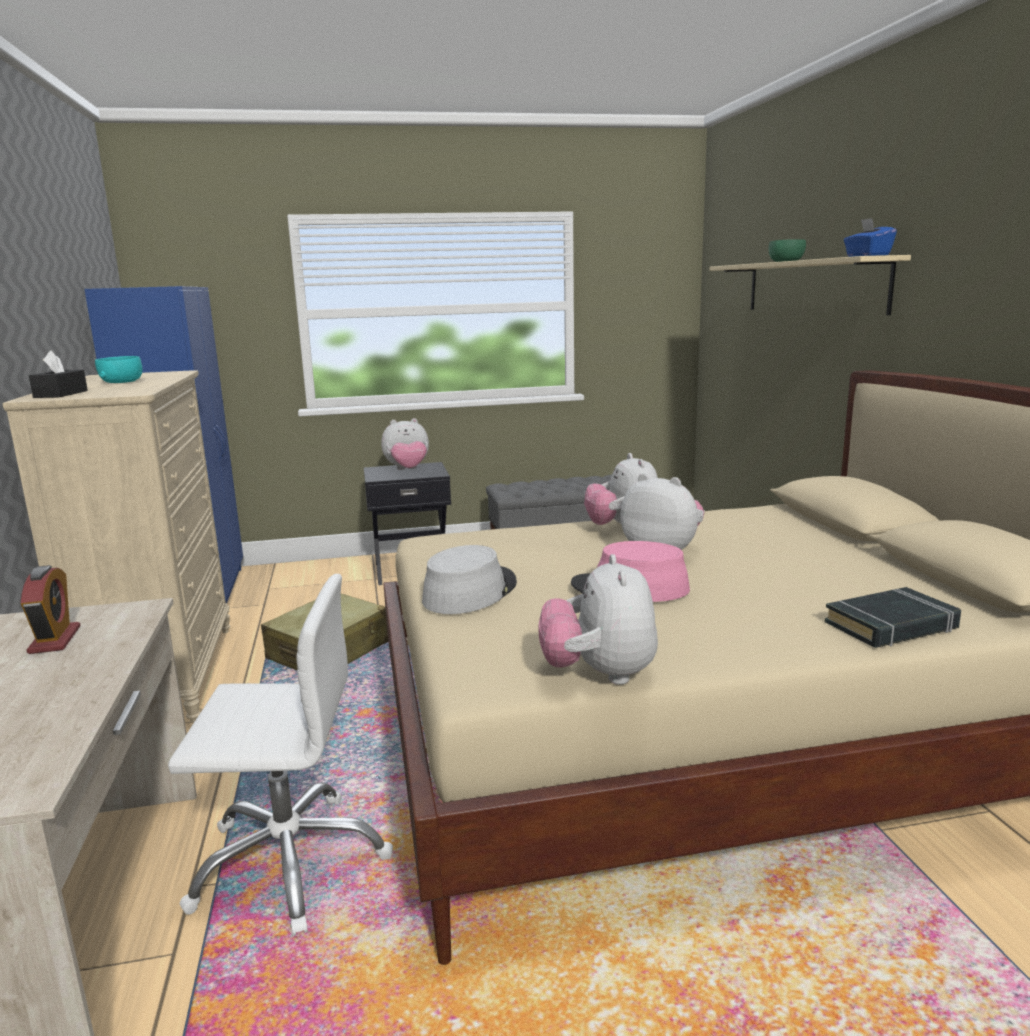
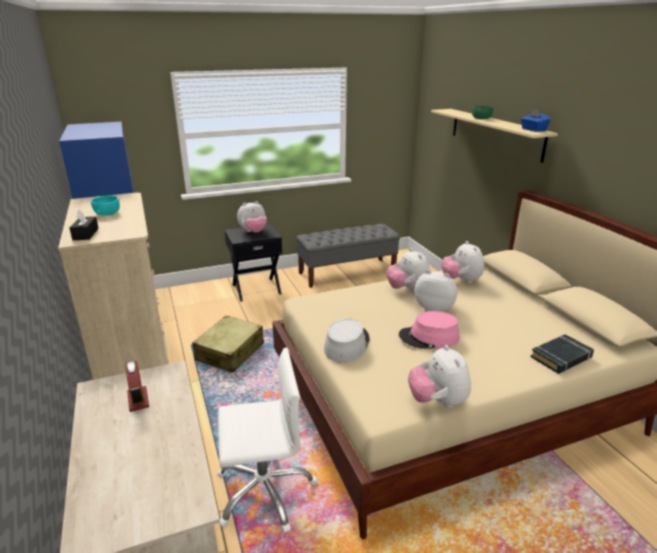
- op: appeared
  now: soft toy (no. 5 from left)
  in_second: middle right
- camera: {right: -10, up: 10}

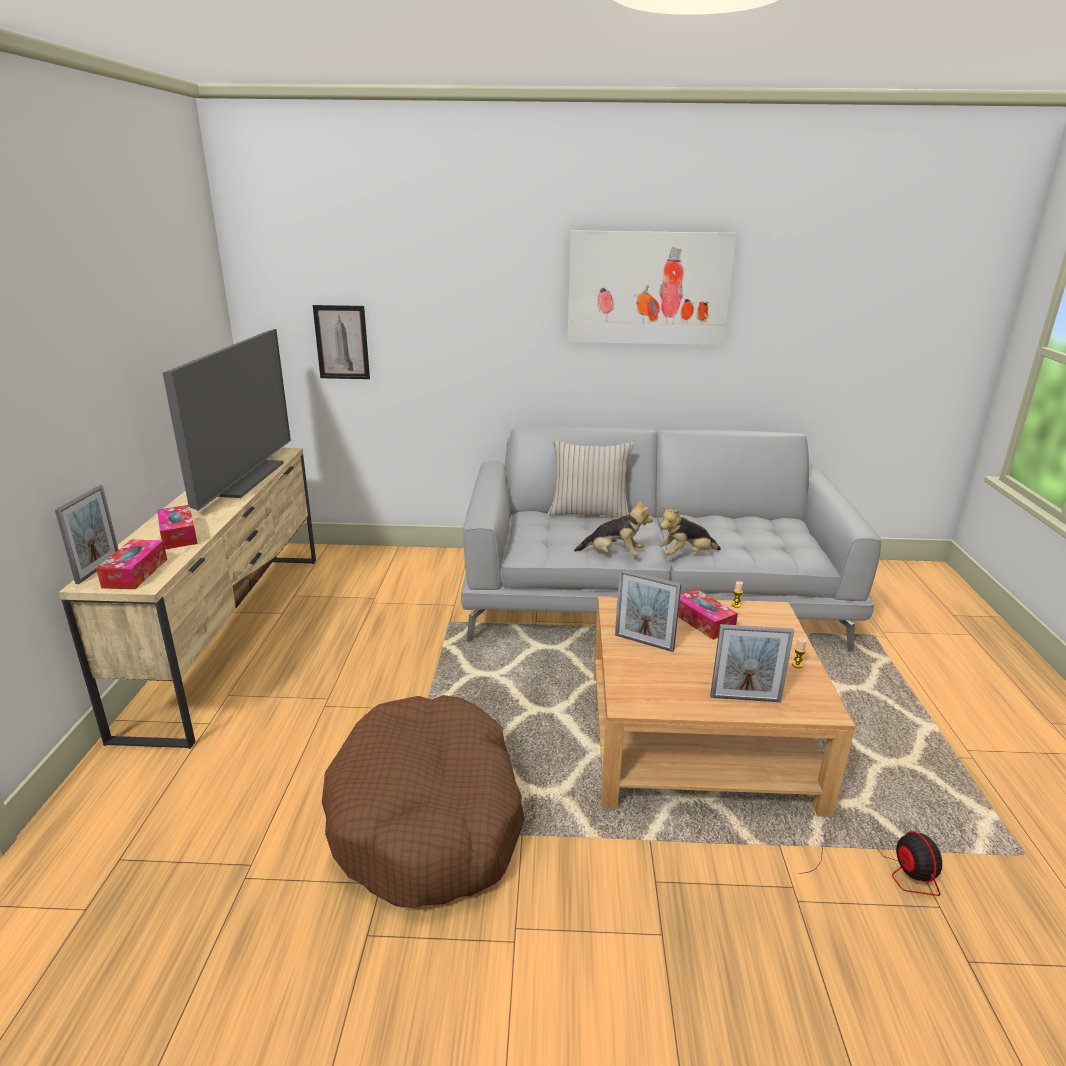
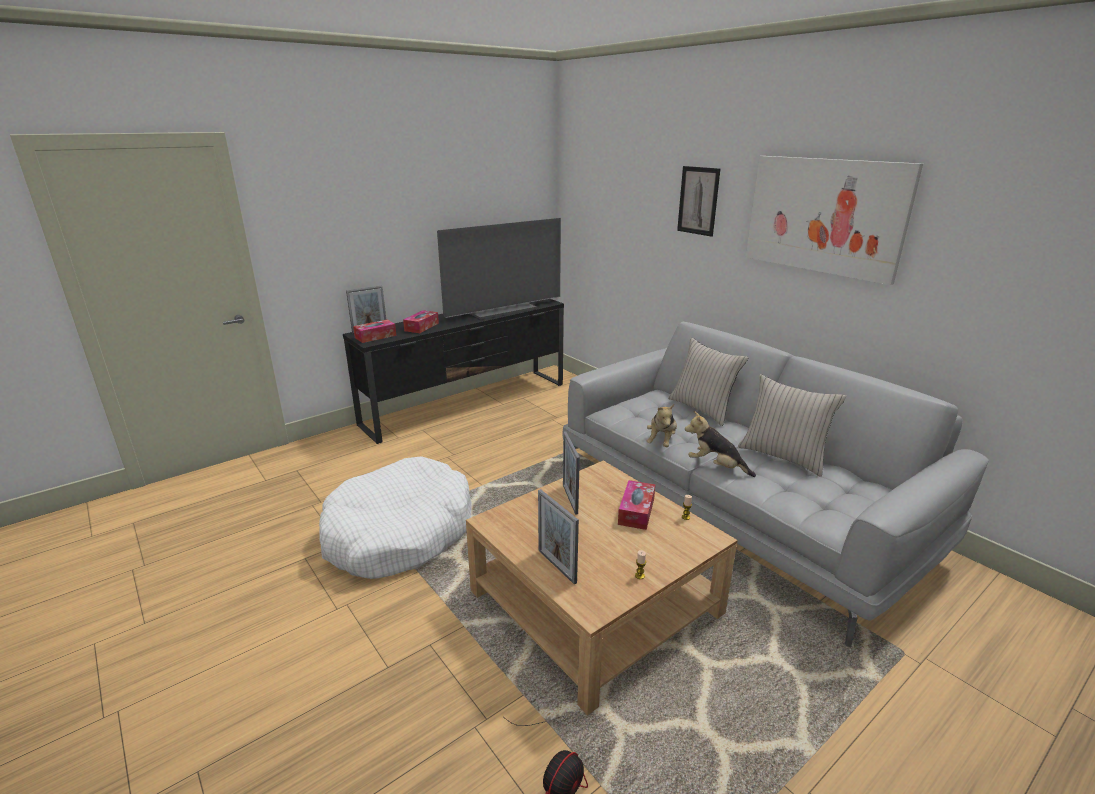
- op: appeared
  now: throw pillow/sand-coloured (no. 2 from left)
  in_second: middle right
- op: relocated
  was: picture (no. 1 from left)
  in_first: top left
  in_second: top centre
- op: colour
  was: tv stand/sand-coloured
  now: tv stand/black-coloured
  in_first: middle left
  in_second: centre
- op: colour
  was: pet bed/brownish
  now: pet bed/white
  in_first: bottom centre
  in_second: centre
- op: spun
  was: soft toy (no. 1 from left)
  in_first: centre
  in_second: centre
  clockwise: 45
- camera: {right: 50, up: 0}

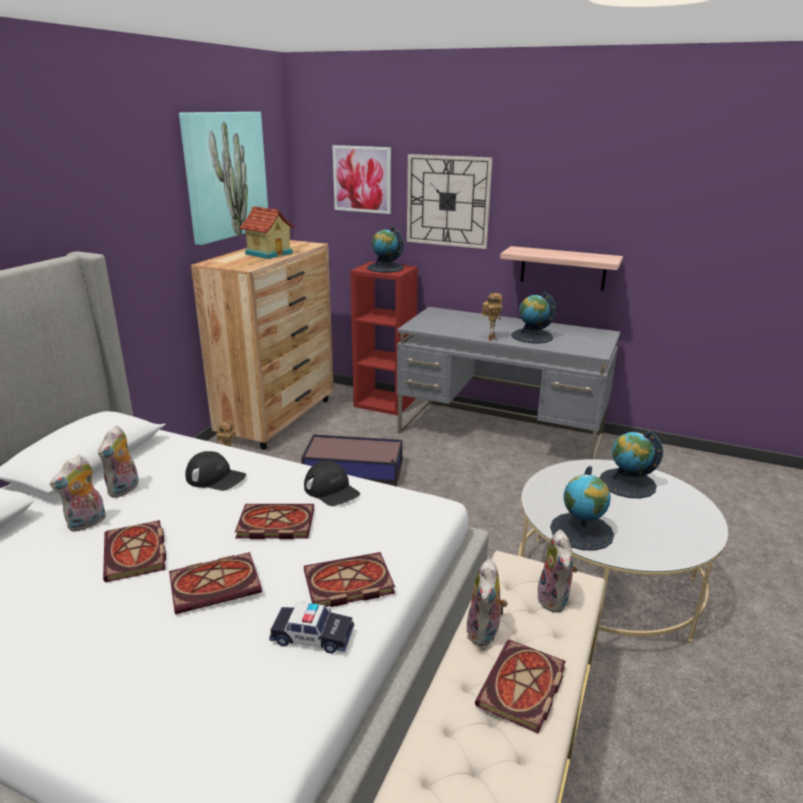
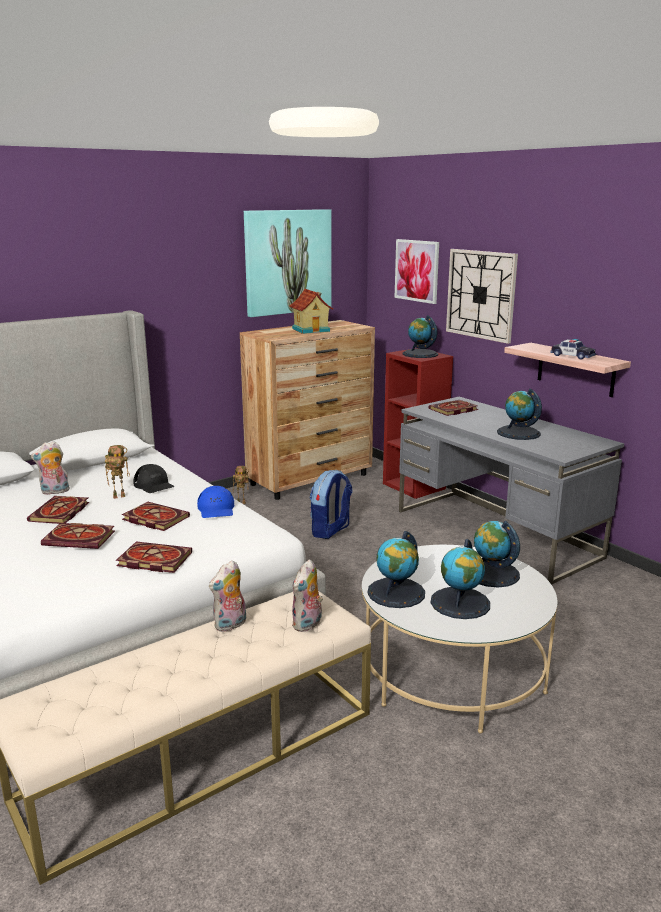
- op: missing
  was: soft toy (no. 2 from left)
  in_first: middle left
- op: appeared
  now: world globe (no. 3 from left)
  in_second: middle right
- op: relocated
  was: miniature car
  in_first: bottom centre
  in_second: middle right
- op: relocated
  was: bound book (no. 5 from left)
  in_first: bottom centre
  in_second: middle right
- op: relocated
  was: robot figure (no. 2 from left in the first image)
  now: robot figure (no. 1 from left)
  in_first: centre
  in_second: middle left
- op: exchanged
  was: storage bin
  now: backpack
  in_first: centre
  in_second: centre
- op: colour
  was: peaked cap/black-coloured (no. 2 from left)
  now: peaked cap/blue
  in_first: centre
  in_second: middle left
- camera: {right: 30, up: -5}

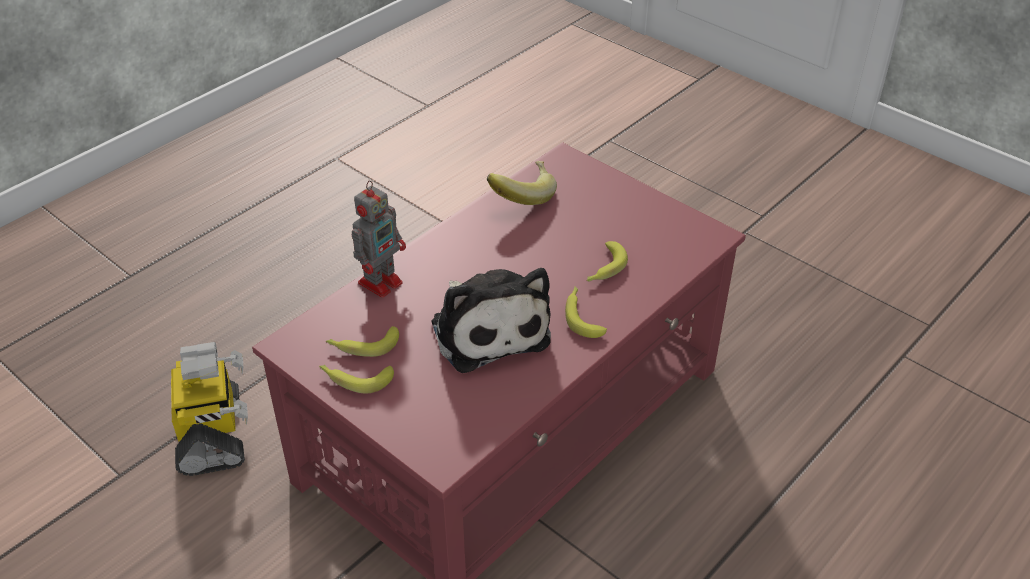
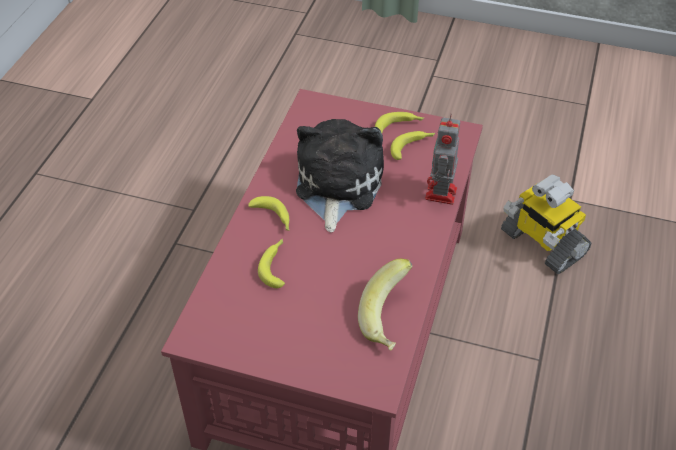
- op: spun
  was: soft toy
  in_first: centre
  in_second: centre
  clockwise: 60
- camera: {right: 155, up: 5}

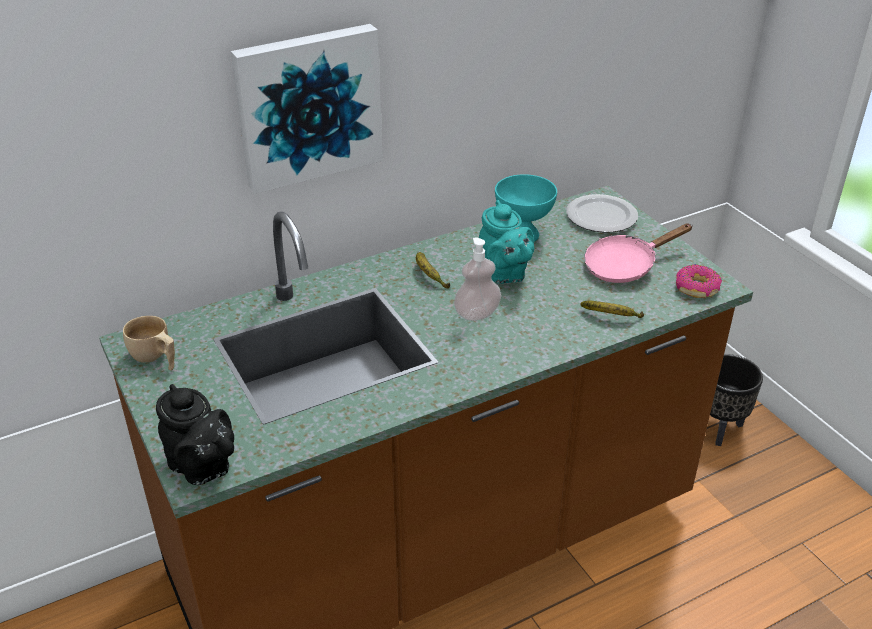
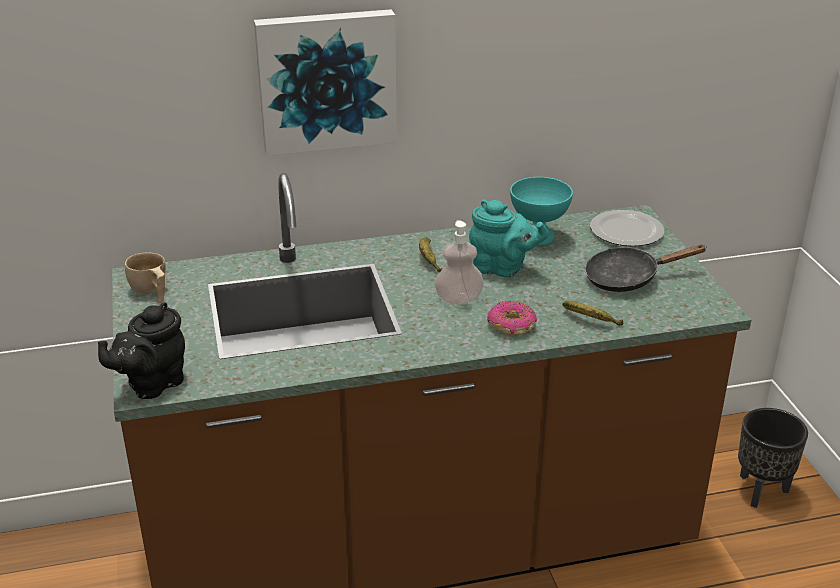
- op: relocated
  was: ring doughnut
  in_first: middle right
  in_second: centre
- op: colour
  was: skillet/pink-coloured
  now: skillet/black-coloured
  in_first: middle right
  in_second: middle right
- op: spun
  was: teapot/black-coloured
  in_first: bottom left
  in_second: middle left
  clockwise: 75
- op: spun
  was: teapot/turquoise-coloured
  in_first: centre
  in_second: centre
  clockwise: -60
- camera: {right: 15, up: -5}

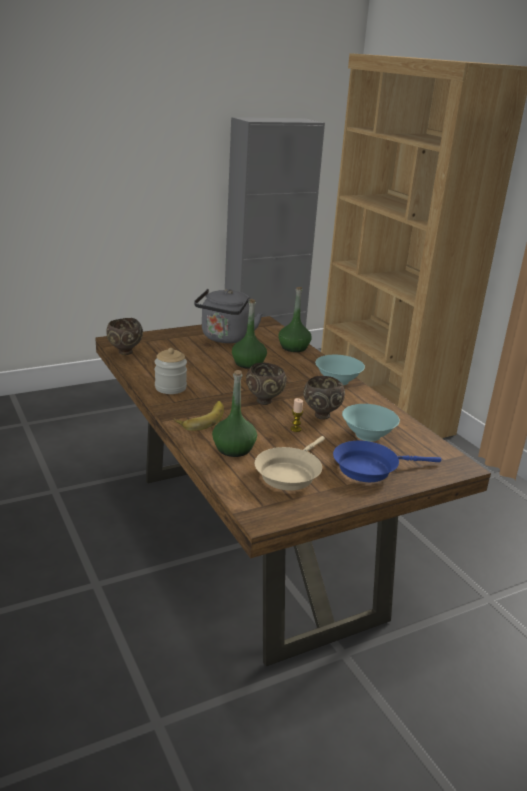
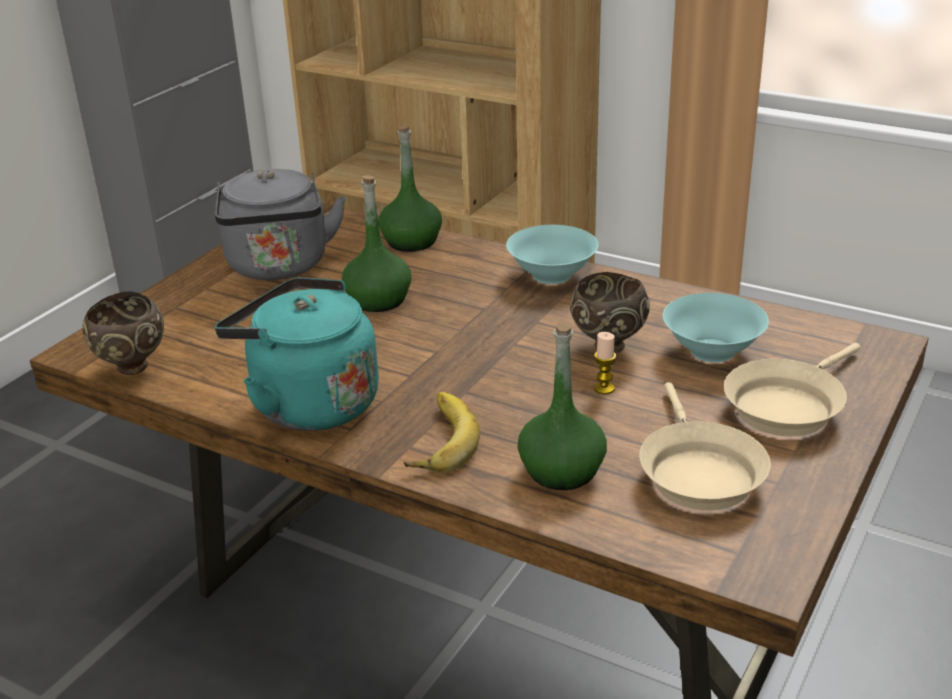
- op: missing
  was: deep dish/brownish (no. 2 from left)
  in_first: centre
- op: exchanged
  was: preserve jar
  now: kettle/turquoise-coloured
  in_first: middle left
  in_second: middle left
- op: colour
  was: skillet/blue
  now: skillet/sand-coloured (no. 2 from left)
  in_first: middle right
  in_second: middle right
- camera: {right: -30, up: 5}

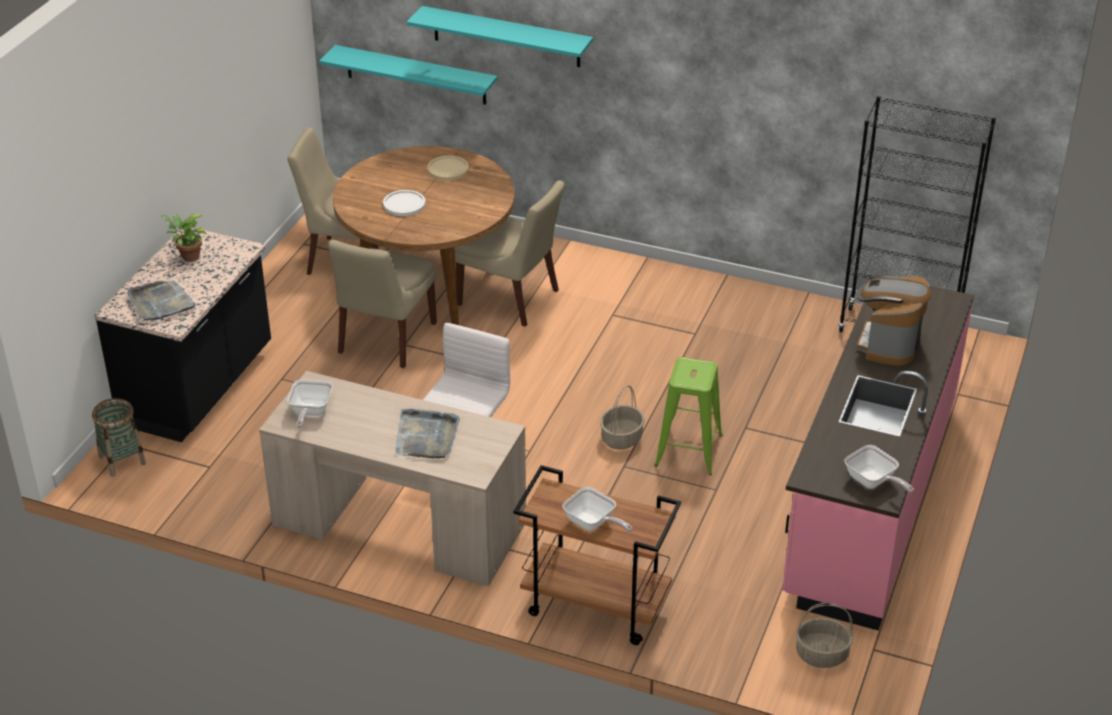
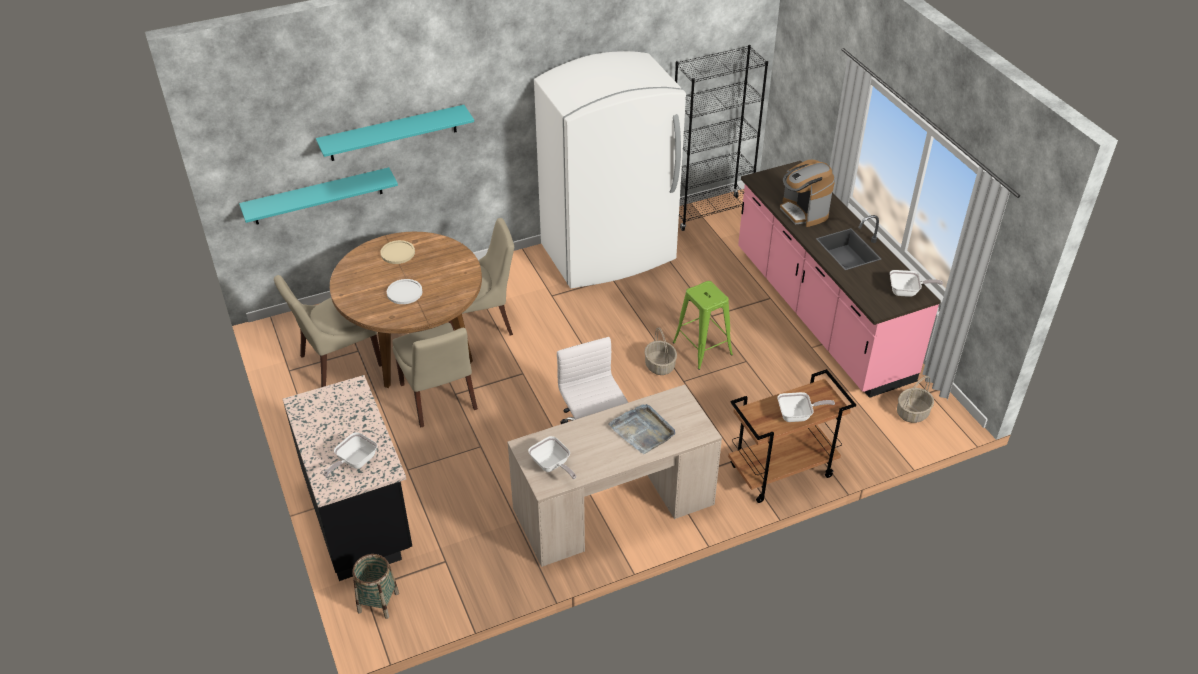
- op: missing
  was: plant in a pot
  in_first: top left
- op: appeared
  now: refrigerator/white
  in_second: top centre
- op: exchanged
  was: serving tray/greyish (no. 1 from left)
  now: skillet (no. 1 from left)
  in_first: middle left
  in_second: bottom left
- camera: {right: -45, up: 5}

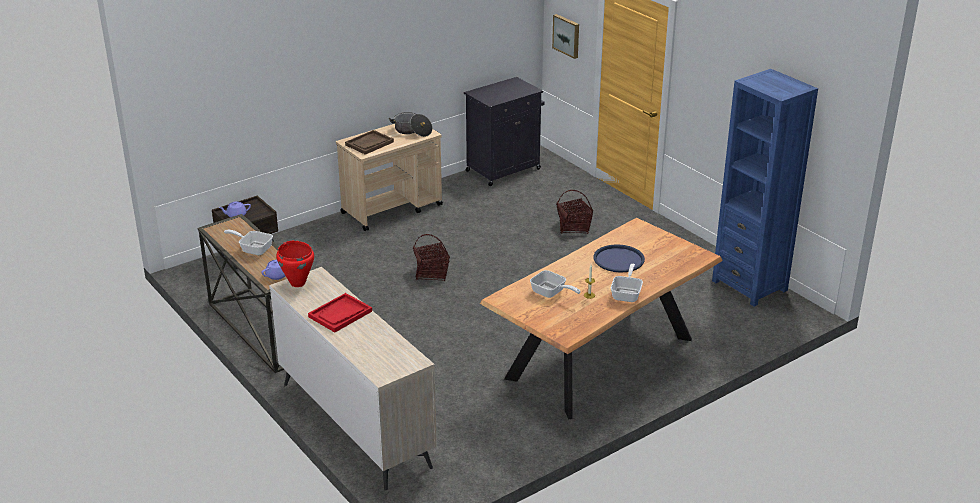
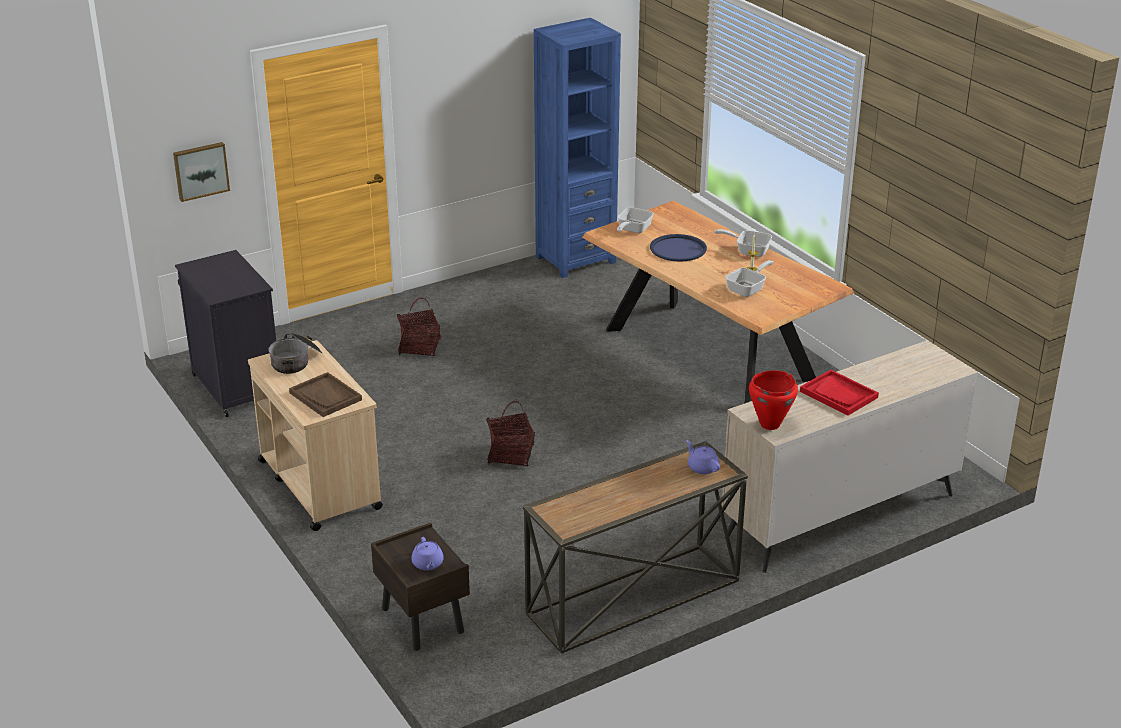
- op: relocated
  was: skillet (no. 1 from left)
  in_first: middle left
  in_second: top centre
- camera: {right: -85, up: 0}

